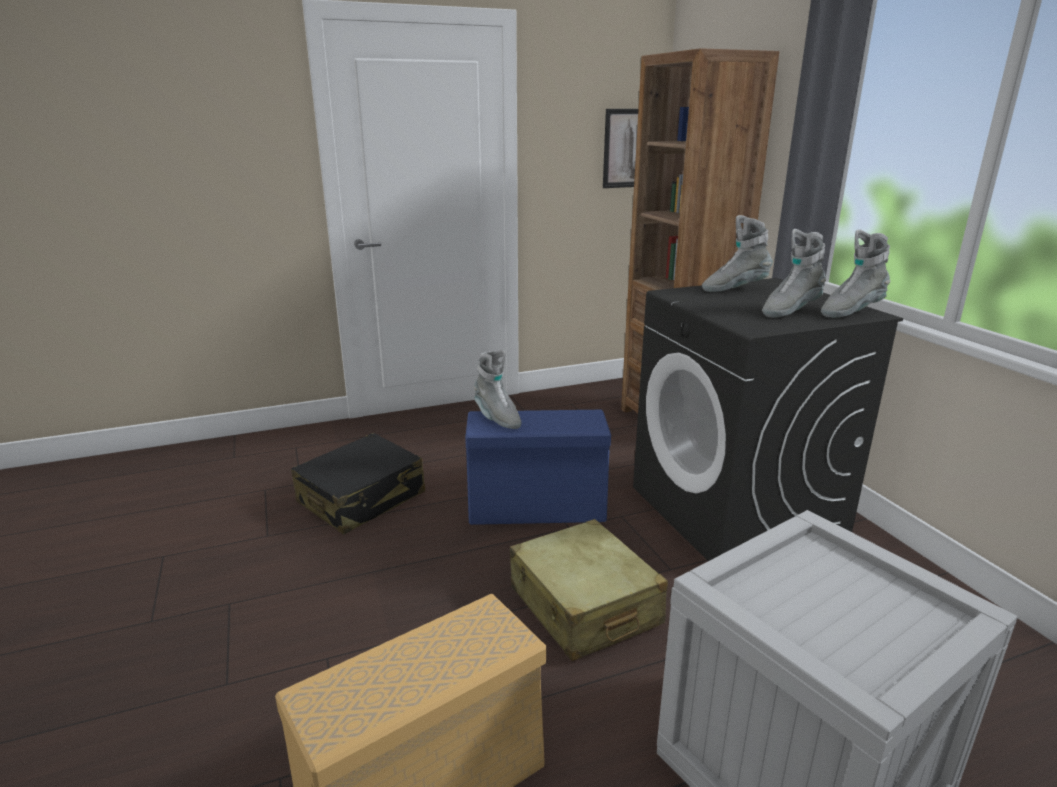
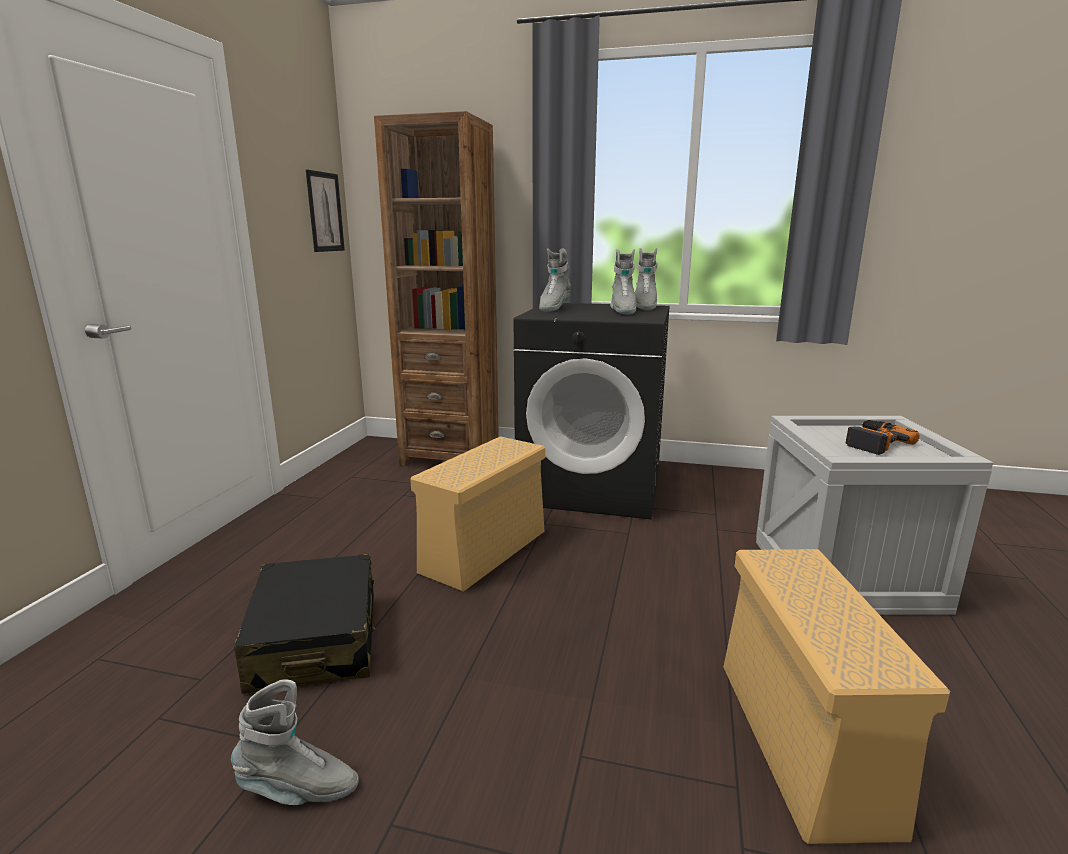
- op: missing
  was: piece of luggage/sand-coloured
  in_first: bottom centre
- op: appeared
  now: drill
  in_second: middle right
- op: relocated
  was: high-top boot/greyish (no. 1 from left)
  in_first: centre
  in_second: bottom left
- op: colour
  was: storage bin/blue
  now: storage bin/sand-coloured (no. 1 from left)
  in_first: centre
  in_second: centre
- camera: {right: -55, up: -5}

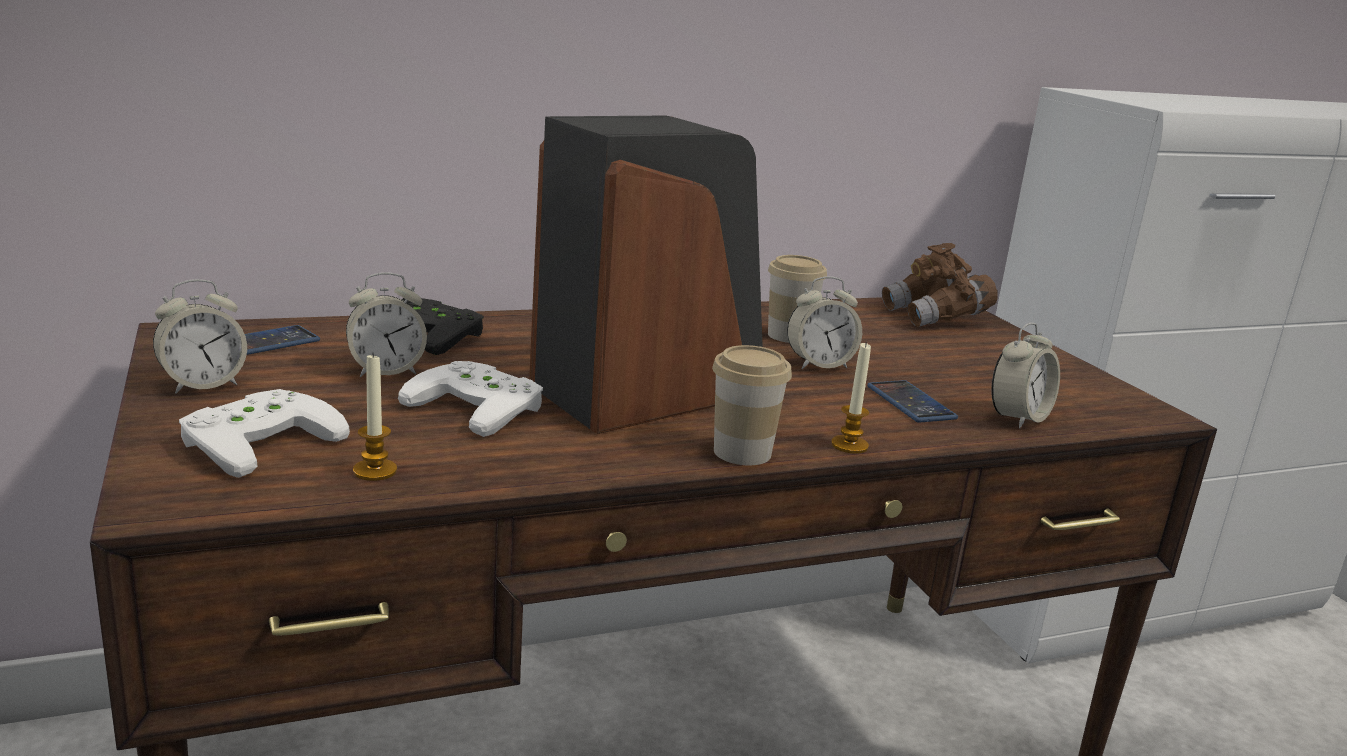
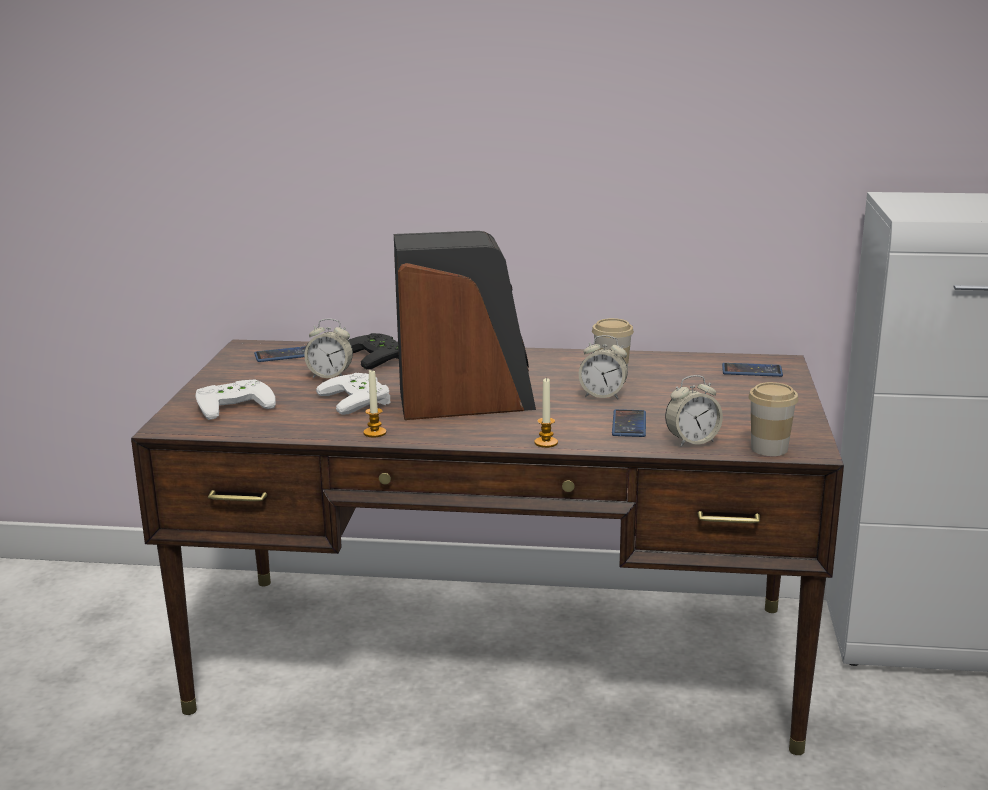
- op: missing
  was: bedside clock (no. 1 from left)
  in_first: middle left
- op: relocated
  was: wax light (no. 1 from left)
  in_first: middle left
  in_second: centre
- op: relocated
  was: small cup (no. 1 from left in the first image)
  now: small cup (no. 2 from left)
  in_first: centre
  in_second: middle right
- op: exchanged
  was: binoculars/brownish
  now: handset (no. 3 from left)
  in_first: middle right
  in_second: middle right
- camera: {right: 30, up: 0}

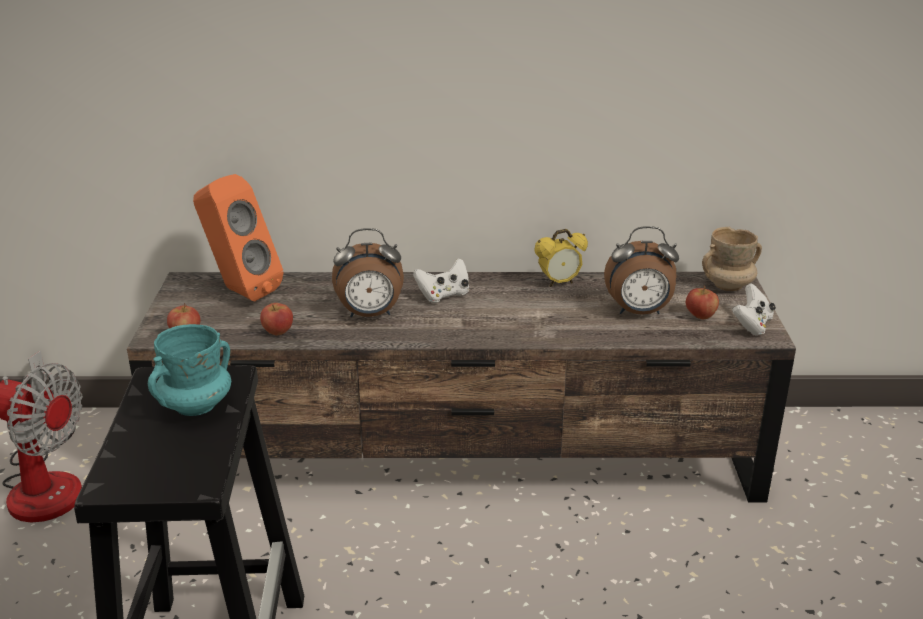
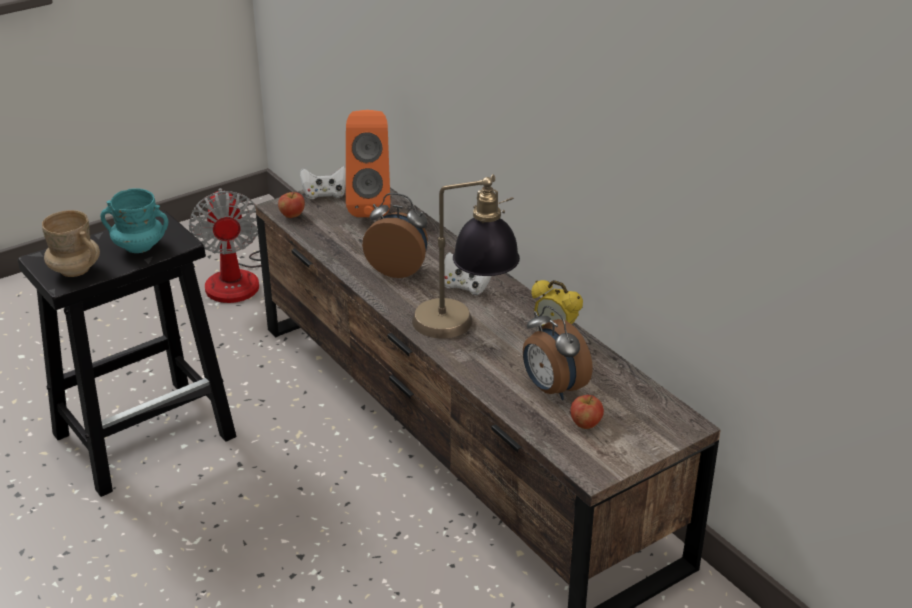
- op: missing
  was: whole apple (no. 2 from left)
  in_first: middle left
- op: appeared
  now: tabletop lamp
  in_second: centre
- op: relocated
  was: mug/sand-coloured
  in_first: middle right
  in_second: middle left
- op: relocated
  was: gamepad/white (no. 2 from left in the first image)
  now: gamepad/white (no. 1 from left)
  in_first: middle right
  in_second: top centre
- op: spun
  was: bedside clock (no. 1 from left)
  in_first: centre
  in_second: centre
  clockwise: 150
- camera: {right: 55, up: 5}

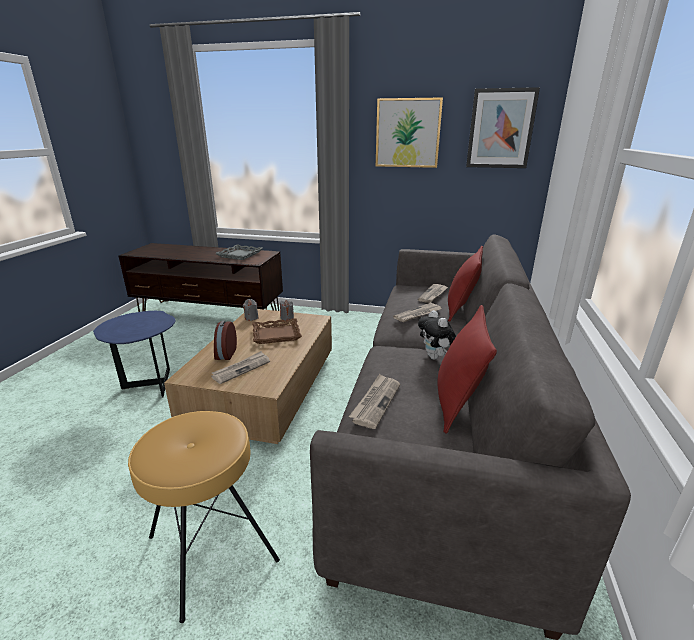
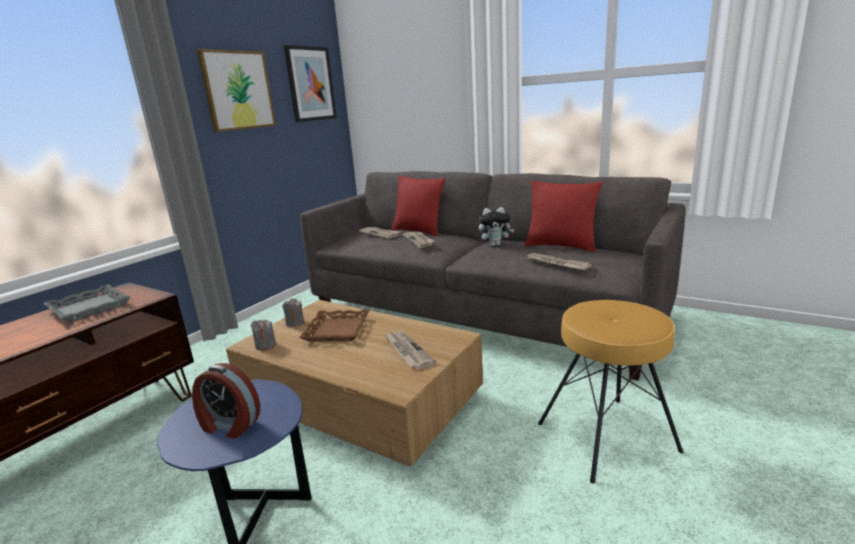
- op: relocated
  was: bedside clock
  in_first: middle left
  in_second: bottom left
- camera: {right: -70, up: -5}

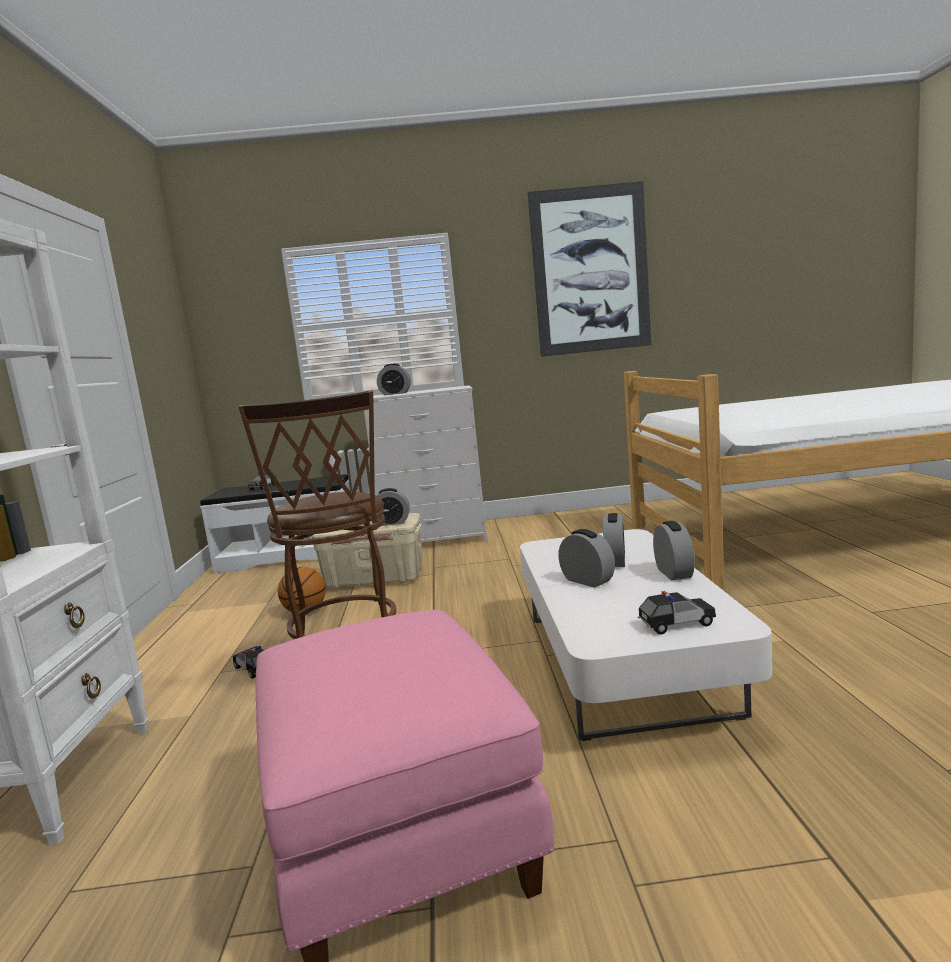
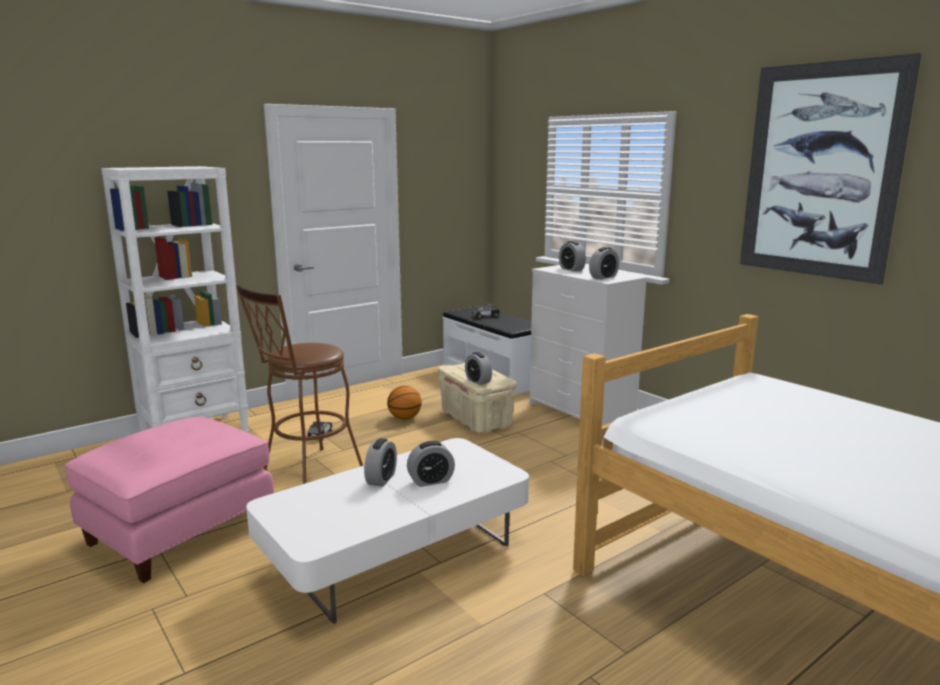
- op: missing
  was: miniature car (no. 3 from left)
  in_first: middle right
- op: relocated
  was: bedside clock (no. 5 from left)
  in_first: middle right
  in_second: centre
- camera: {right: 55, up: 5}

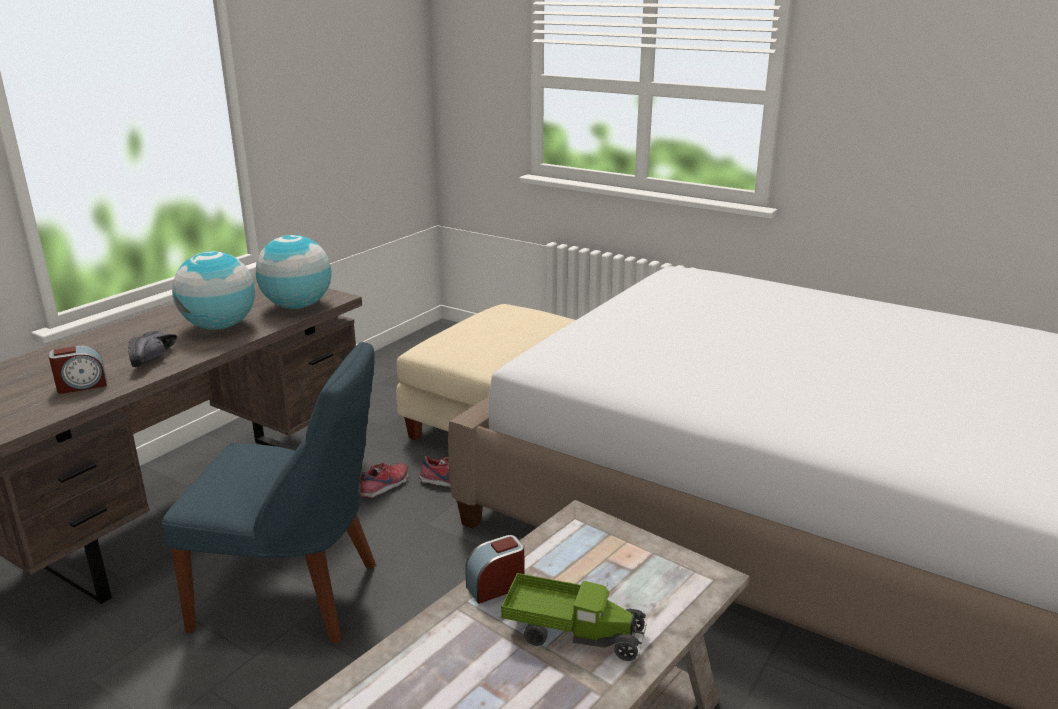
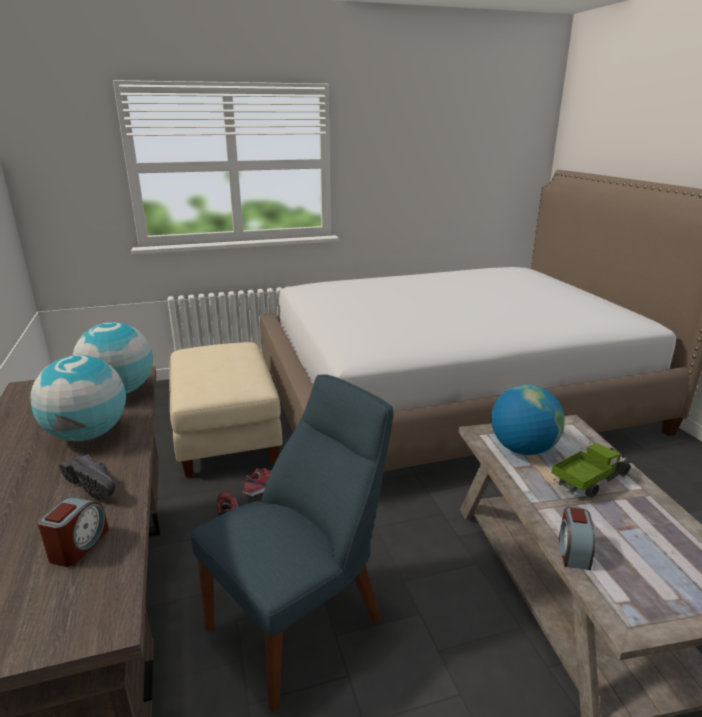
- op: appeared
  now: world globe (no. 3 from left)
  in_second: middle right
- op: relocated
  was: bedside clock (no. 2 from left)
  in_first: bottom centre
  in_second: bottom right
- camera: {right: -50, up: 0}

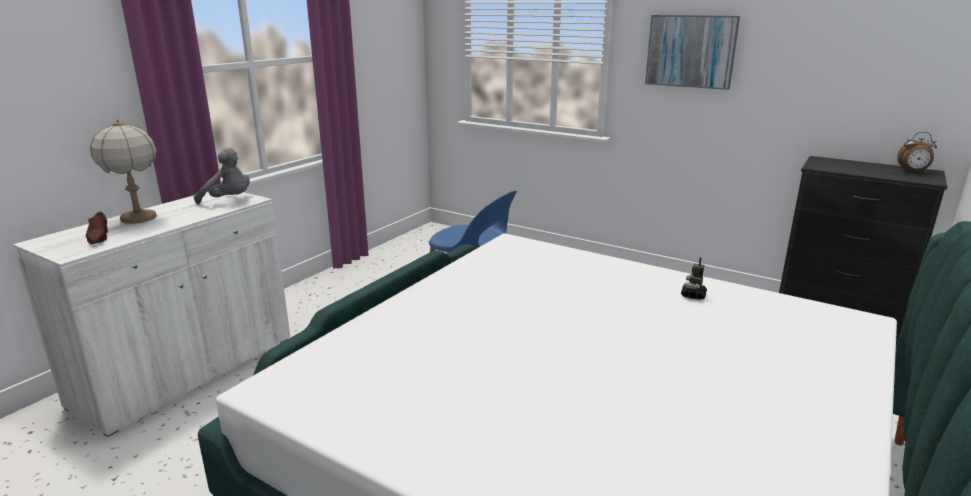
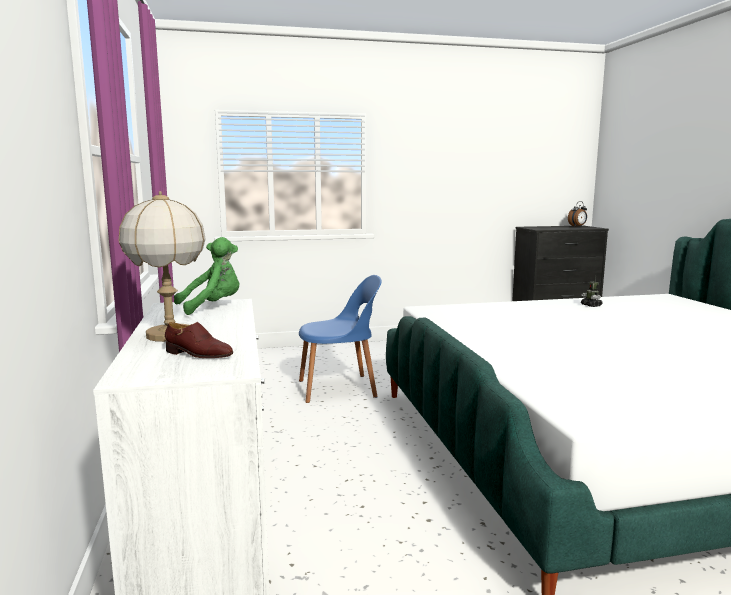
- op: missing
  was: picture
  in_first: top right
- op: colour
  was: soft toy/greyish
  now: soft toy/green-coloured
  in_first: middle left
  in_second: middle left
- camera: {right: -45, up: -10}

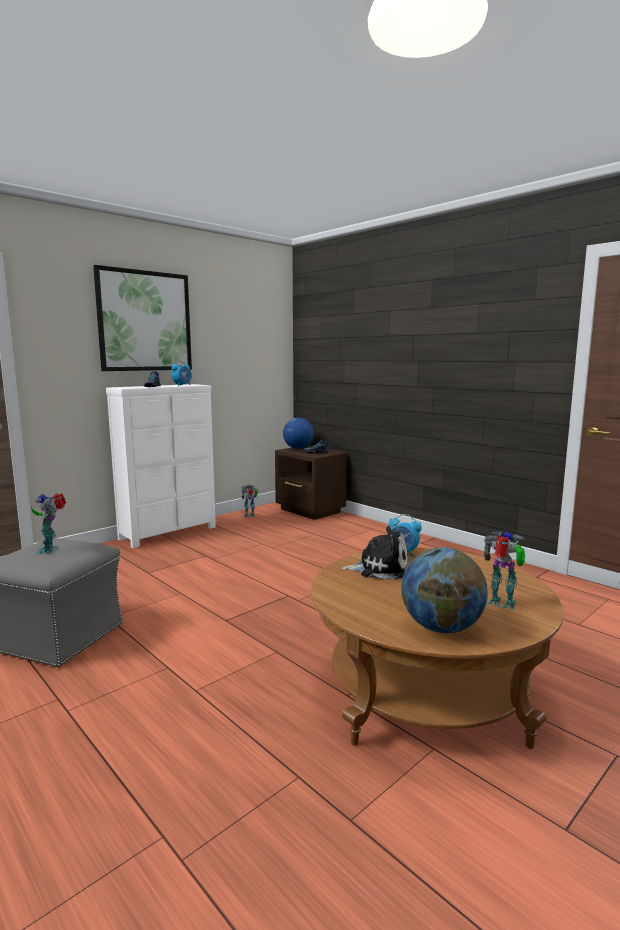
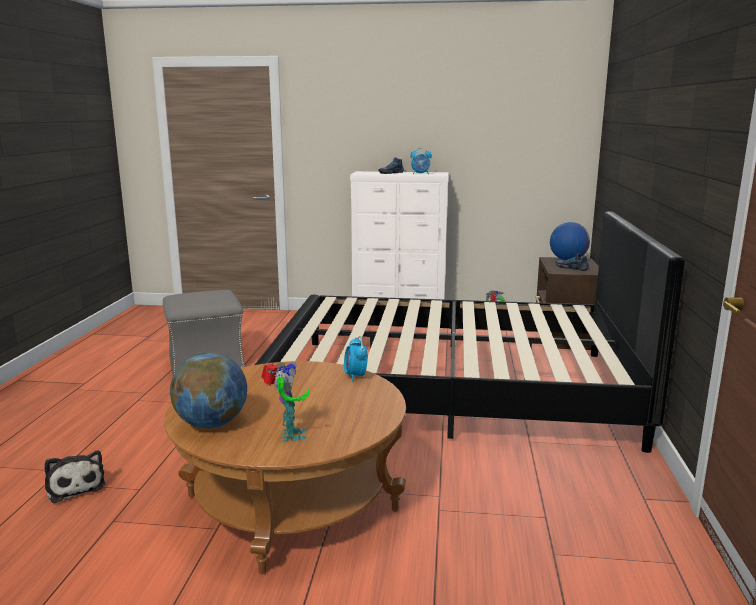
- op: missing
  was: robot figure (no. 1 from left)
  in_first: middle left
- op: missing
  was: picture
  in_first: middle left
- op: appeared
  now: bed/black-coloured
  in_second: centre
- op: relocated
  was: soft toy
  in_first: centre
  in_second: bottom left
- camera: {right: 50, up: 5}

